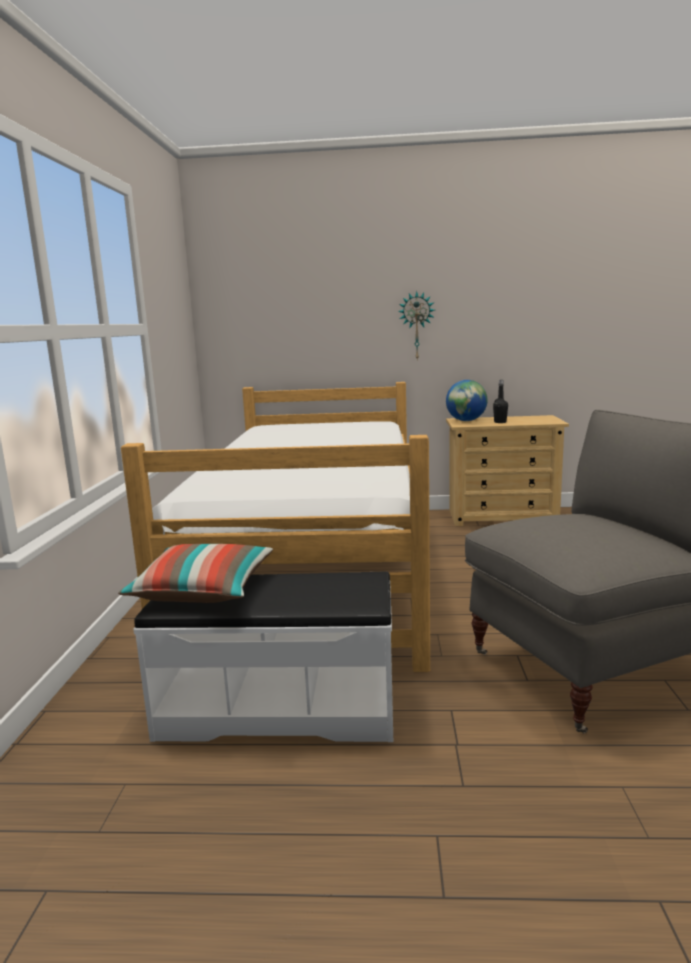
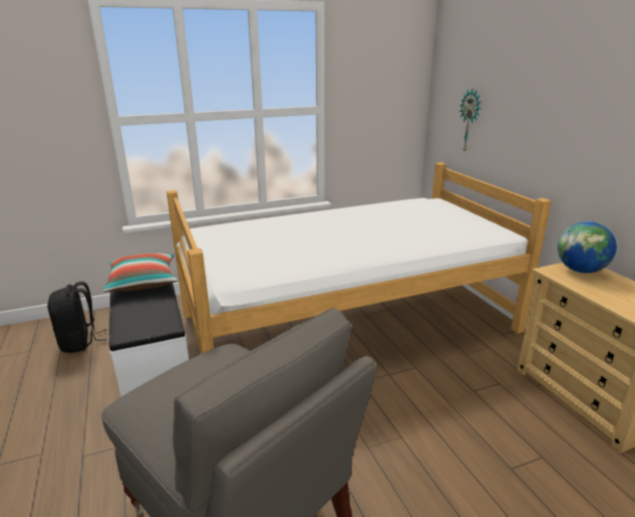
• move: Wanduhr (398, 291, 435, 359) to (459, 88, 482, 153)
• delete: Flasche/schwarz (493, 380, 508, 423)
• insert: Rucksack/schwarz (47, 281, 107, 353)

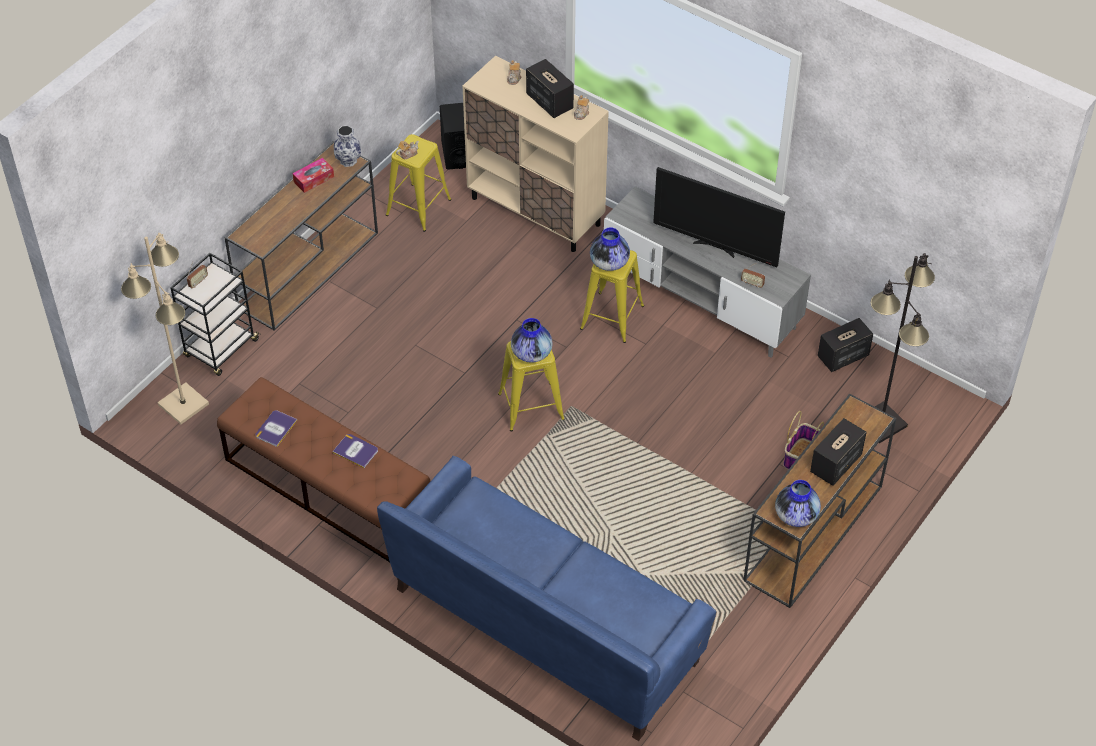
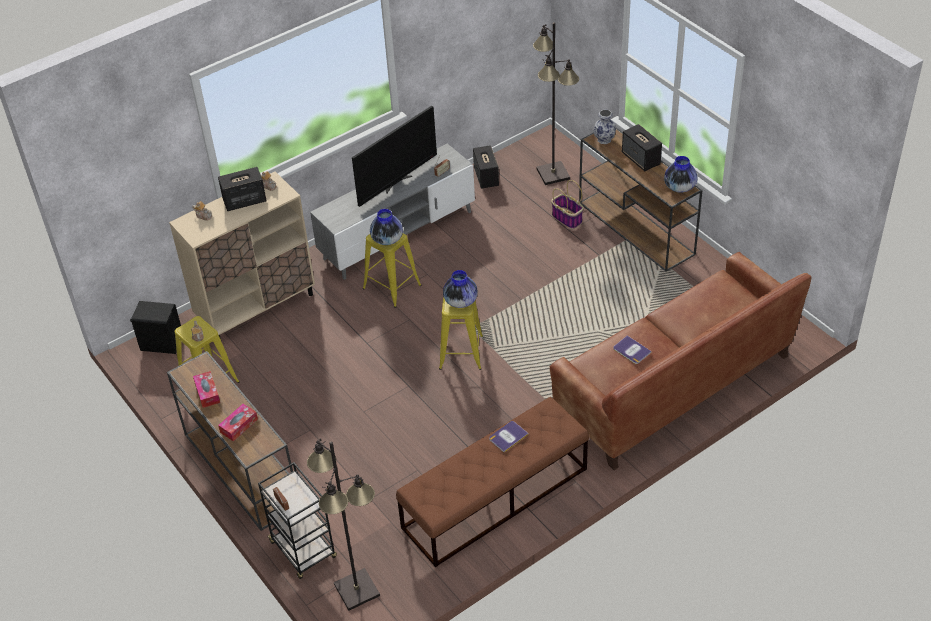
• move: Vase (334, 126, 361, 167) to (593, 110, 616, 144)
• recolor: Stehlampe/beige (121, 233, 209, 424) to Stehlampe/schwarz (307, 439, 380, 611)
• move: Buch (255, 410, 297, 447) to (613, 336, 651, 364)
• recolor: Sofa/blau (377, 456, 716, 741) to Sofa/braun (550, 252, 812, 470)
• insert: Taschentuchbox (218, 404, 258, 441)

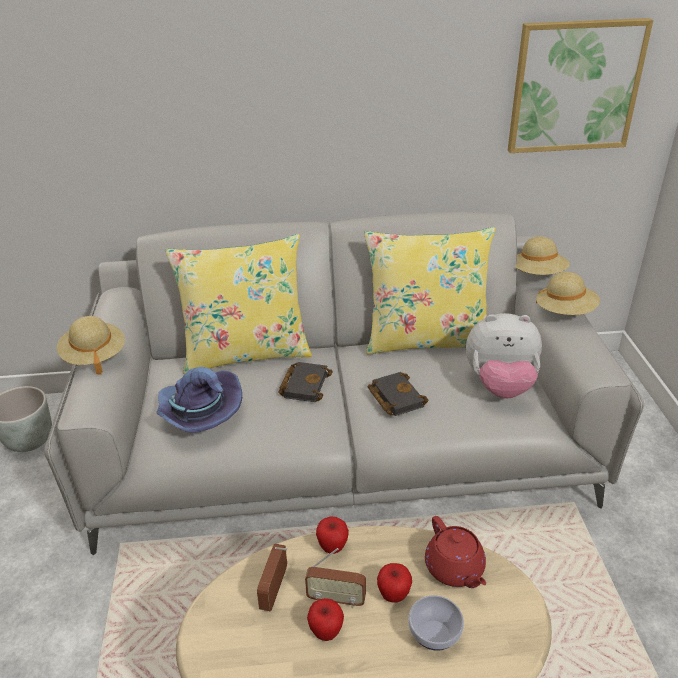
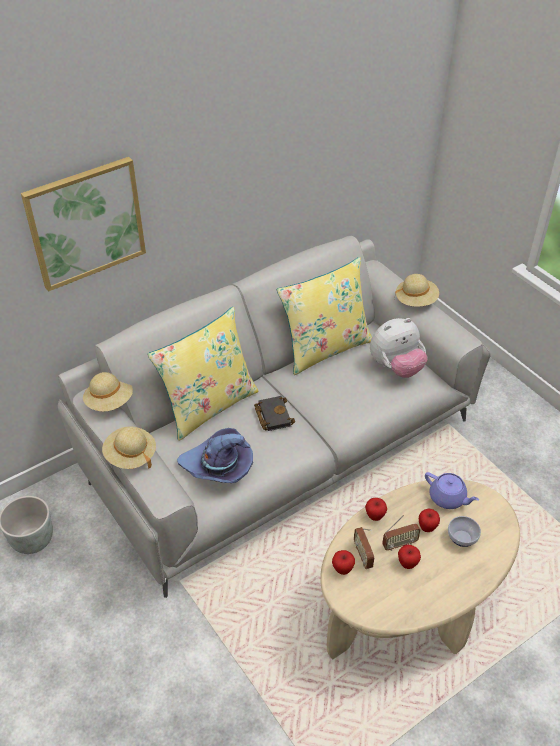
• move: Bild (508, 18, 653, 153) to (21, 157, 146, 292)
• move: Hut/beige (515, 237, 570, 275) to (83, 372, 133, 412)
• delete: Buch/schwarz (368, 372, 429, 416)
• recolor: Teekanne/rot (425, 516, 486, 588) to Teekanne/lila (425, 472, 479, 509)
• insert: Apfel (332, 550, 355, 575)

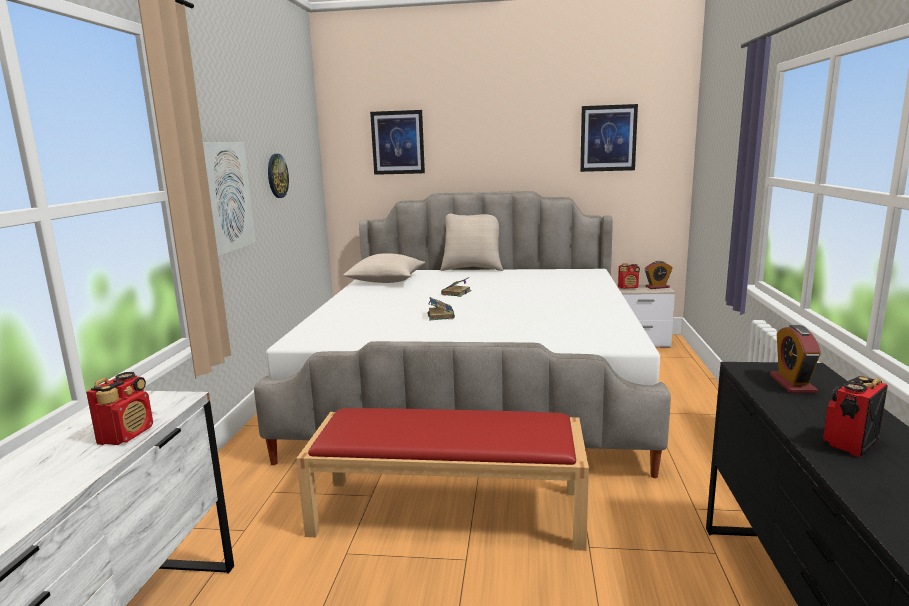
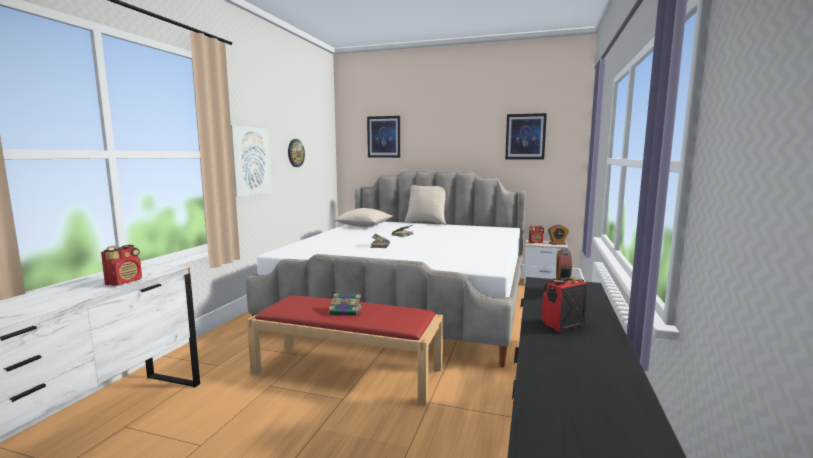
• insert: Buch (329, 293, 362, 316)

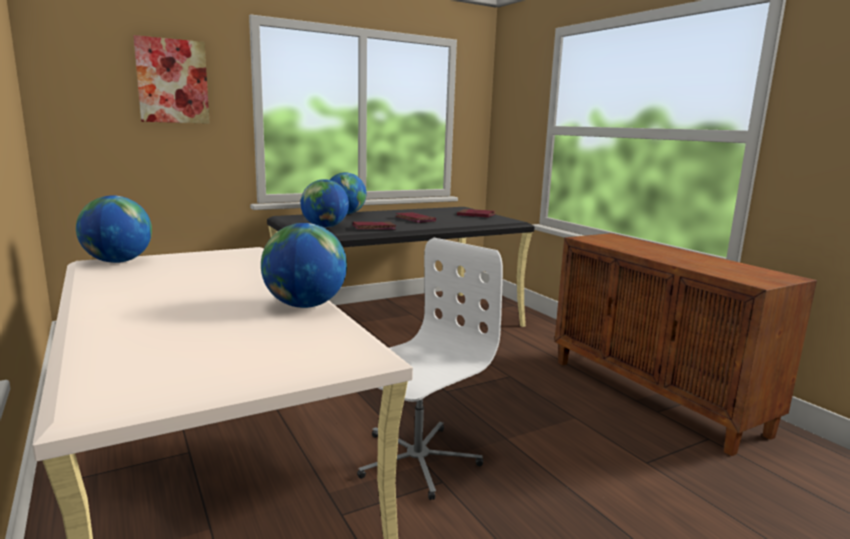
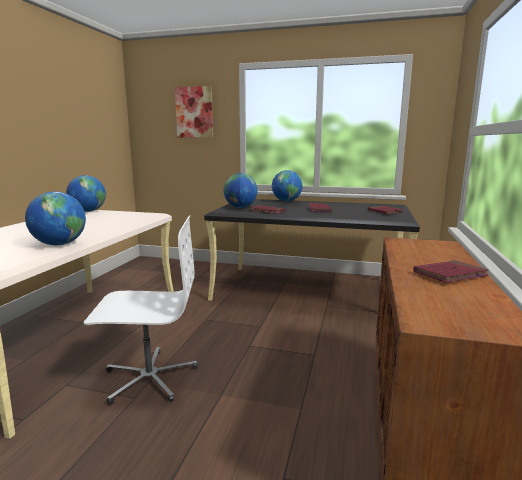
• insert: Buch/rot (413, 260, 489, 283)

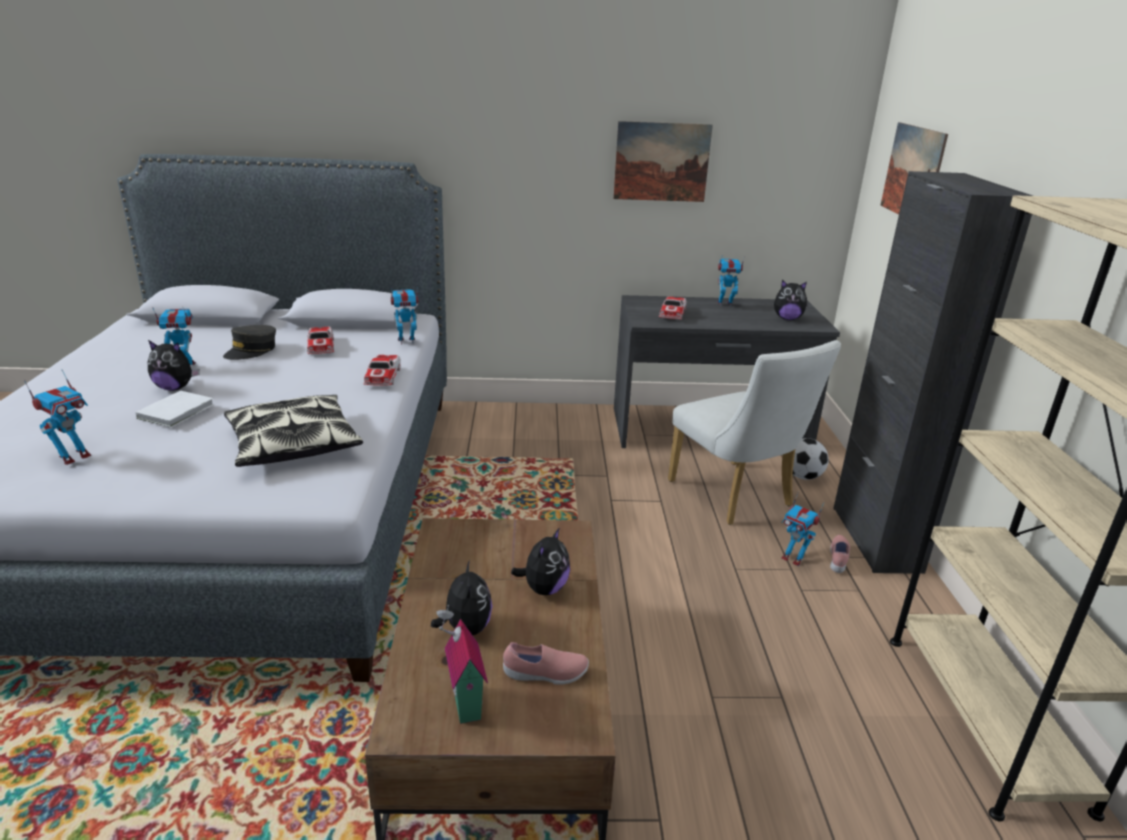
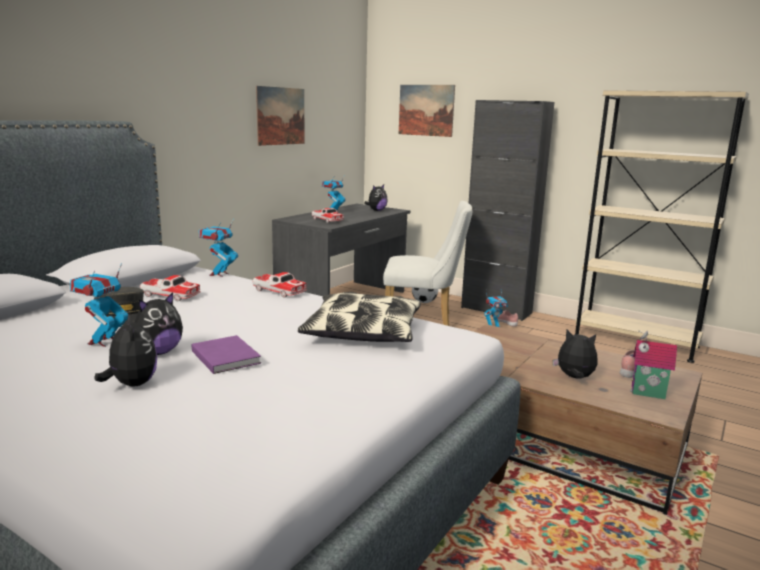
• delete: Spielzeugroboter (24, 369, 91, 465)
• recolor: Buch/weiß (135, 391, 214, 427) to Buch/lila (192, 335, 261, 374)
• move: Plüschtier (511, 527, 570, 595) to (95, 314, 157, 387)

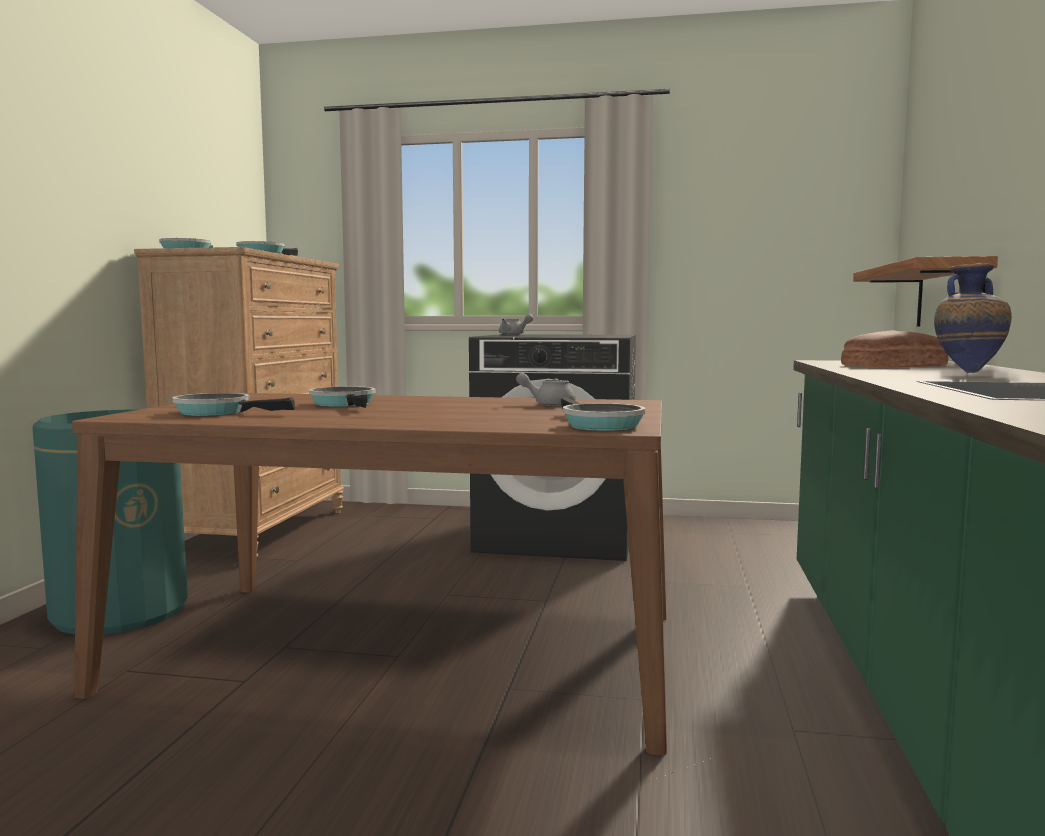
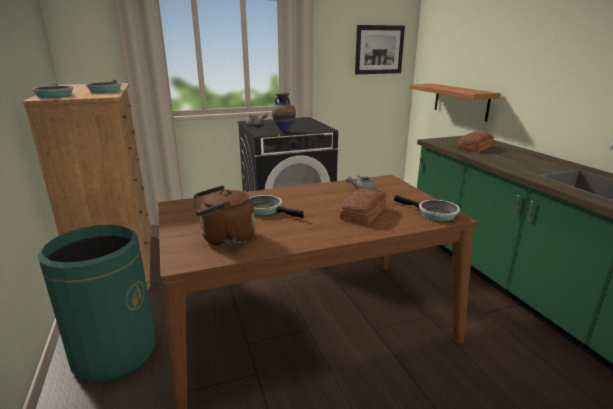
• move: Vase (934, 263, 1012, 373) to (272, 93, 296, 133)
• replace: Pfanne (172, 393, 295, 416) to Wasserkessel/braun (194, 186, 255, 247)
• insert: Bild (355, 25, 405, 74)
• insert: Brot (340, 189, 386, 225)

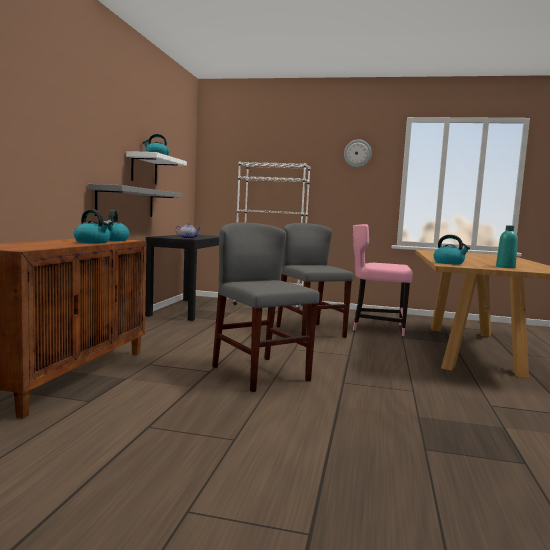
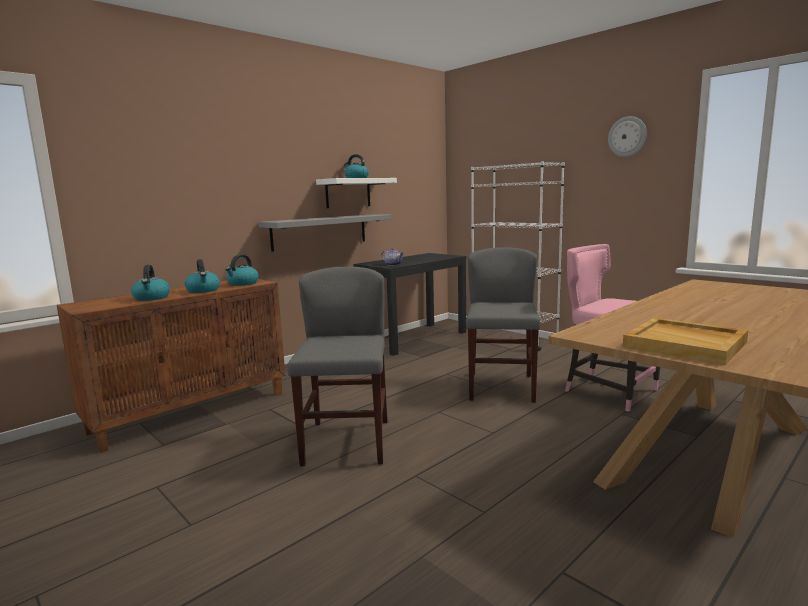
• replace: Flasche/türkis (496, 225, 518, 268) to Tablett/beige (623, 317, 748, 365)
• move: Wasserkessel (434, 235, 470, 265) to (131, 265, 170, 301)

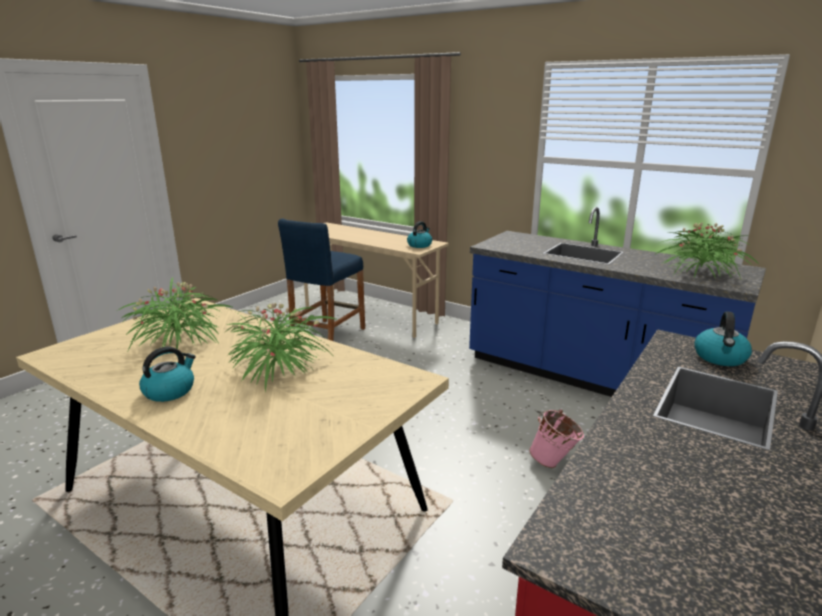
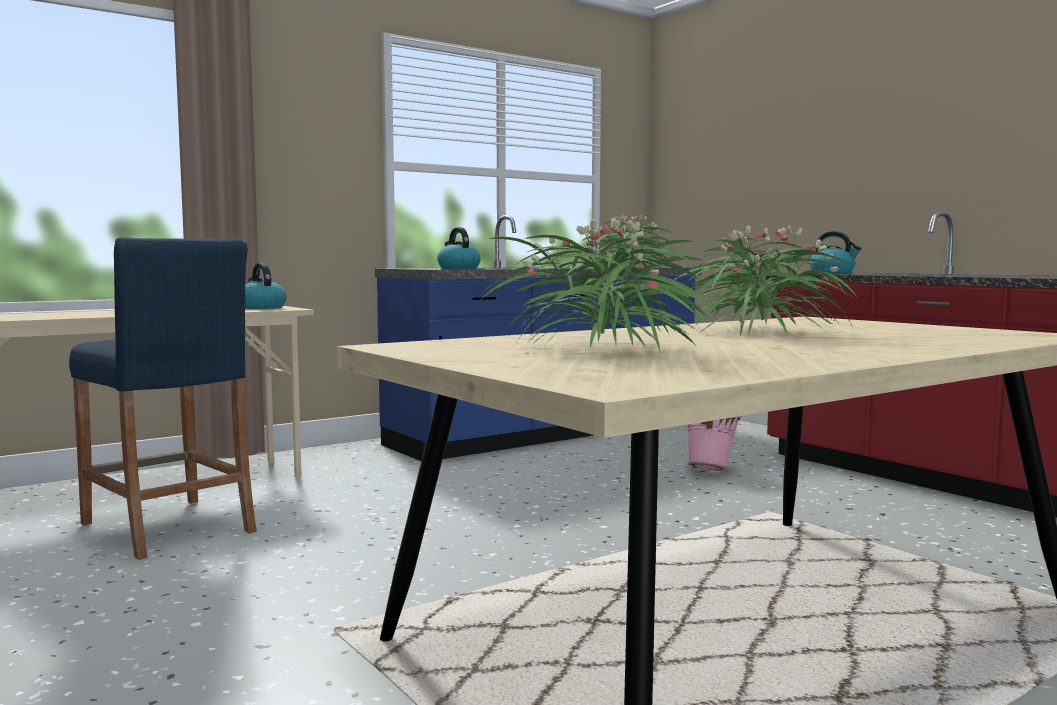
• move: Wasserkessel (139, 347, 196, 402) to (437, 227, 481, 269)

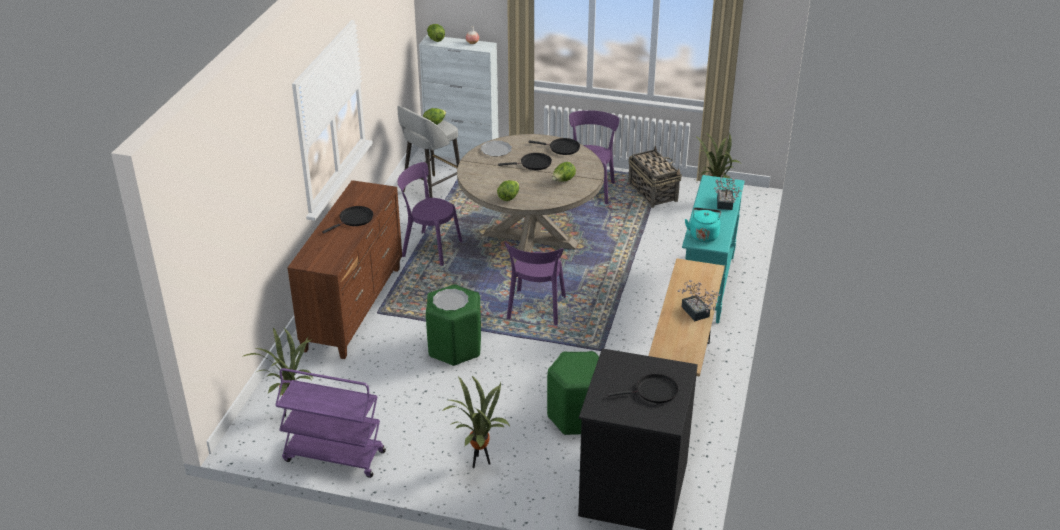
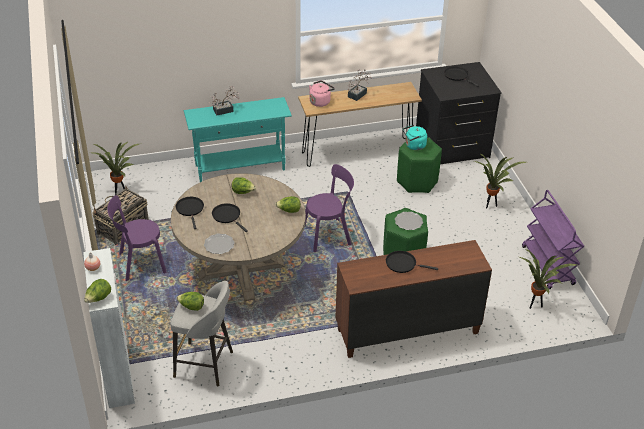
• delete: Stuhl/lila (397, 162, 462, 266)
• move: Wasserkessel/türkis (685, 207, 721, 242) to (403, 125, 427, 150)
• insert: Wasserkessel/rosa (309, 81, 335, 107)

